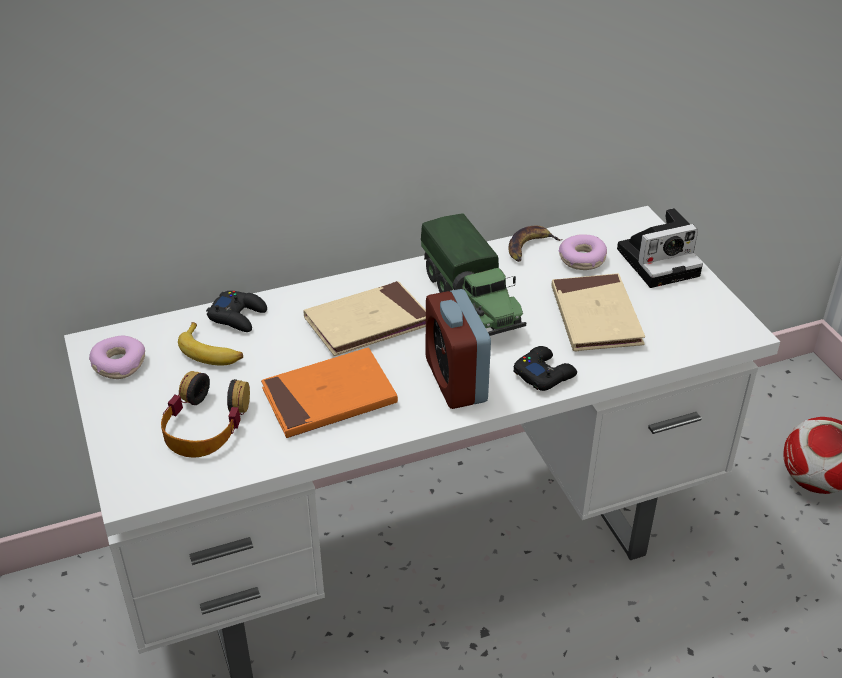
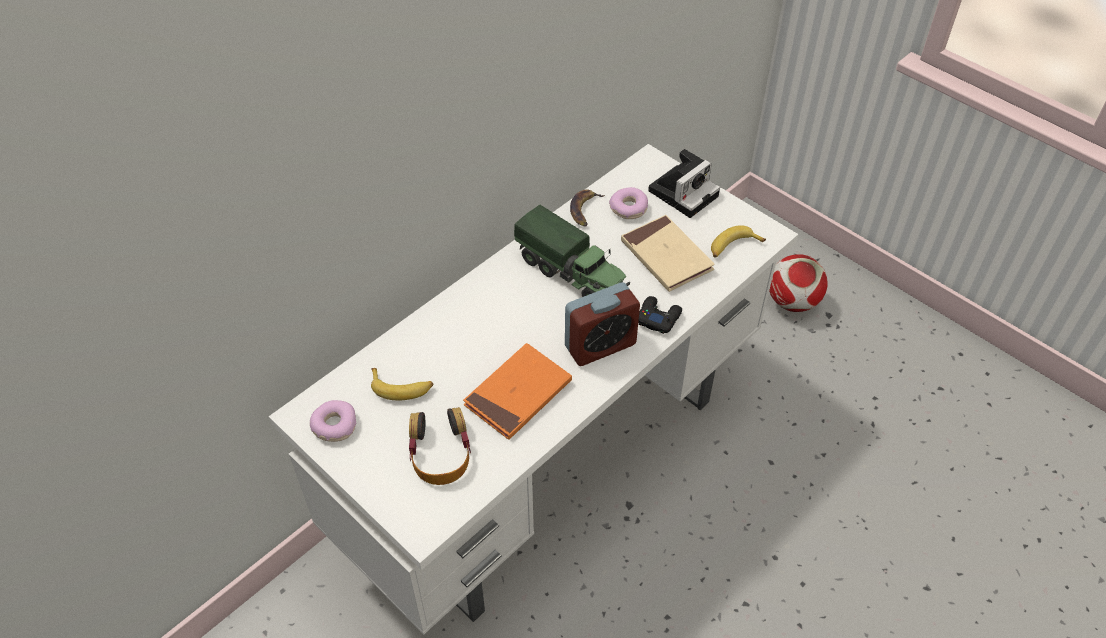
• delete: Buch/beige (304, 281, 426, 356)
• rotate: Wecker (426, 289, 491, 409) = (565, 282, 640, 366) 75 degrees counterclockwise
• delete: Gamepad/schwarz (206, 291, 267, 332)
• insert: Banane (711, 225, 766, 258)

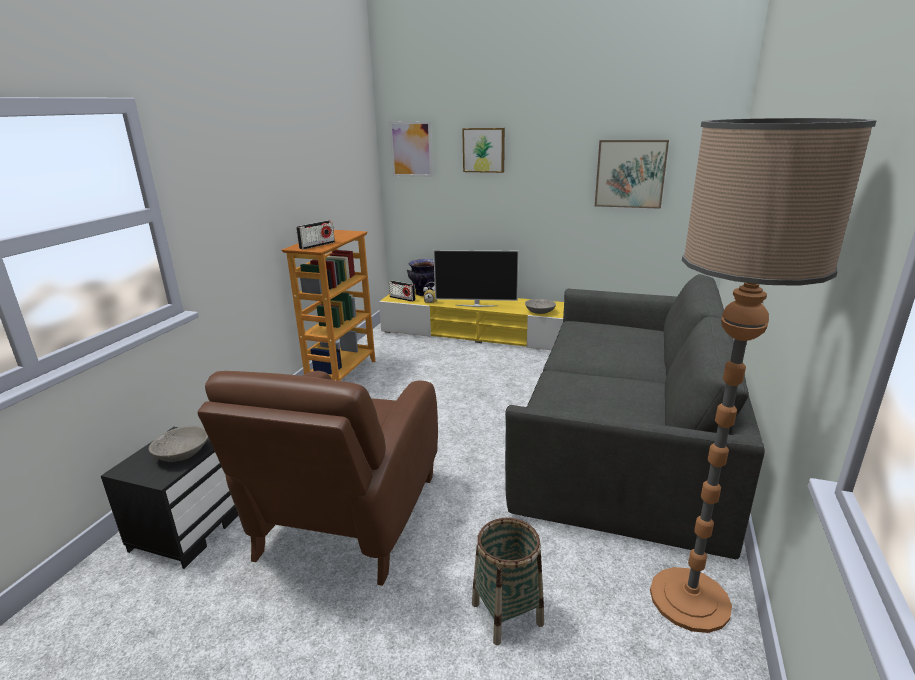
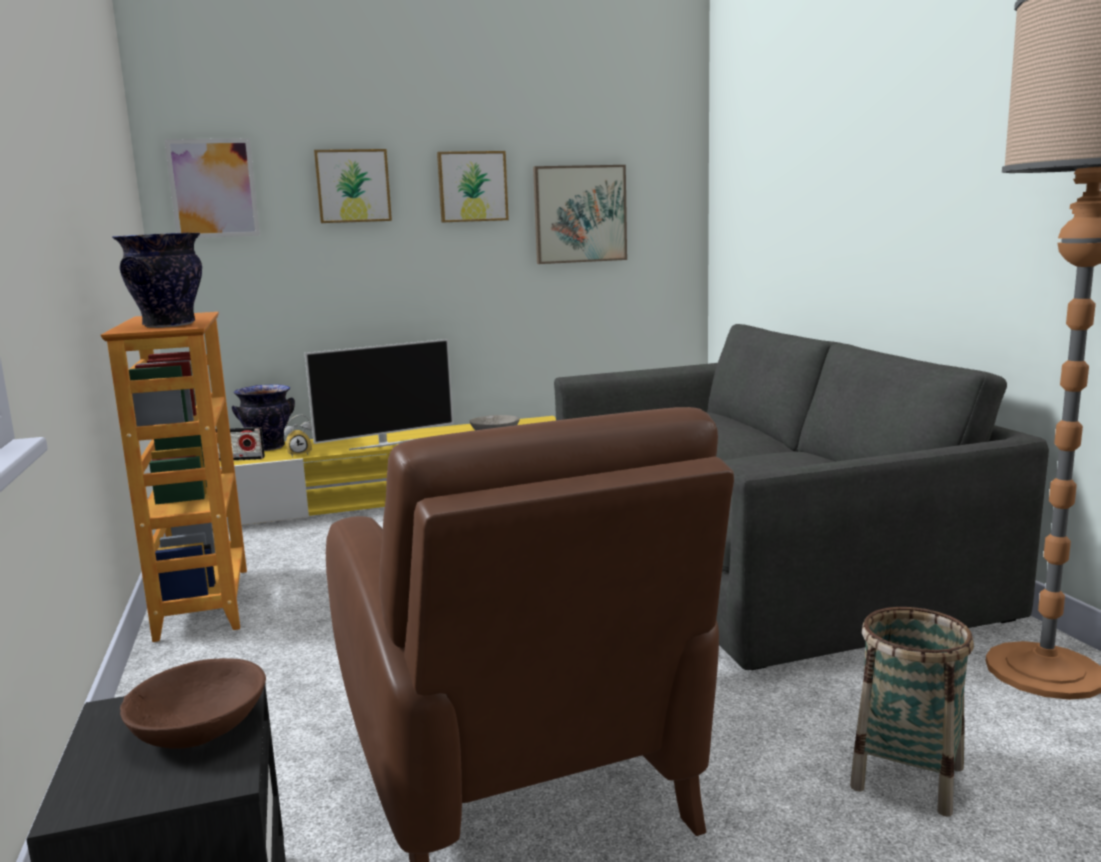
• replace: Radio (296, 220, 335, 250) to Vase (112, 232, 202, 328)
• recolor: Schüssel/grau (149, 425, 208, 462) to Schüssel/braun (120, 658, 266, 748)
• insert: Bild (437, 151, 509, 223)

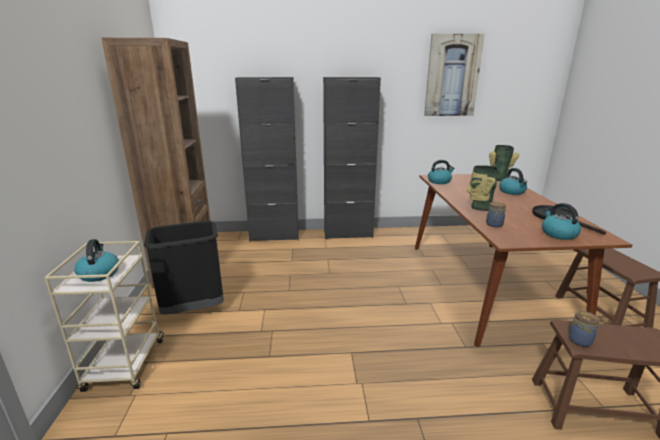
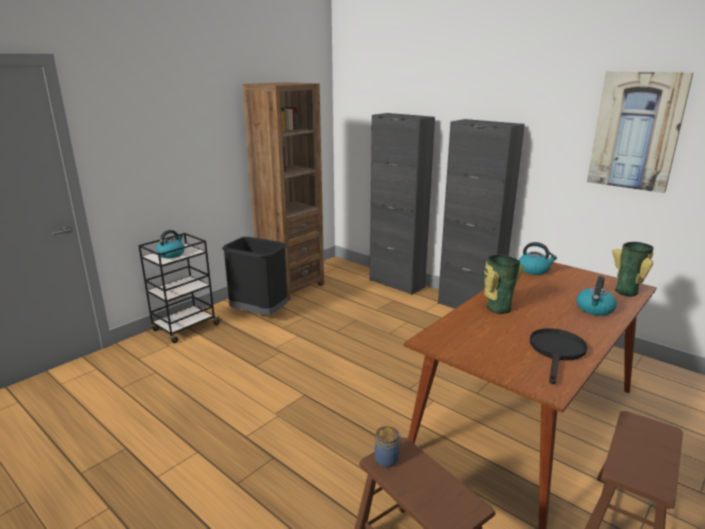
• delete: Vorratsglas (486, 202, 506, 227)
• delete: Wasserkessel (542, 203, 581, 240)
• recolor: Rollwagen/beige (44, 241, 164, 392) to Rollwagen/schwarz (138, 233, 222, 343)

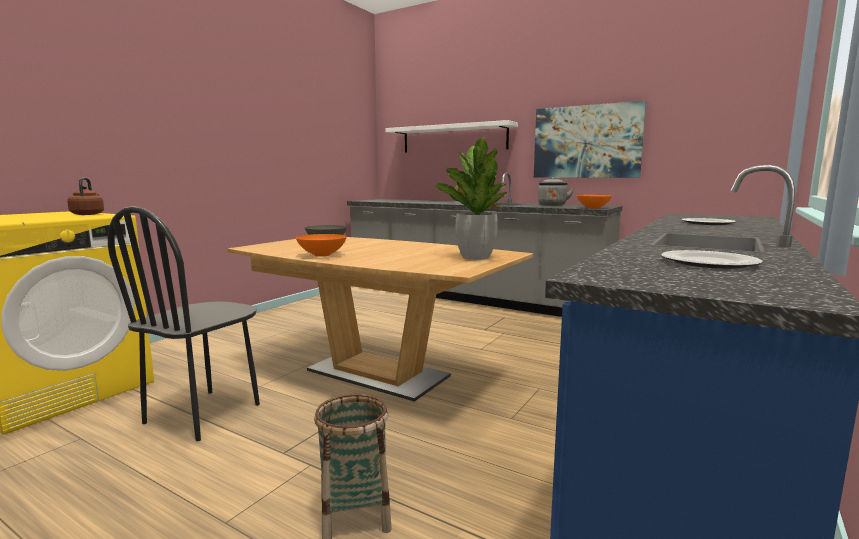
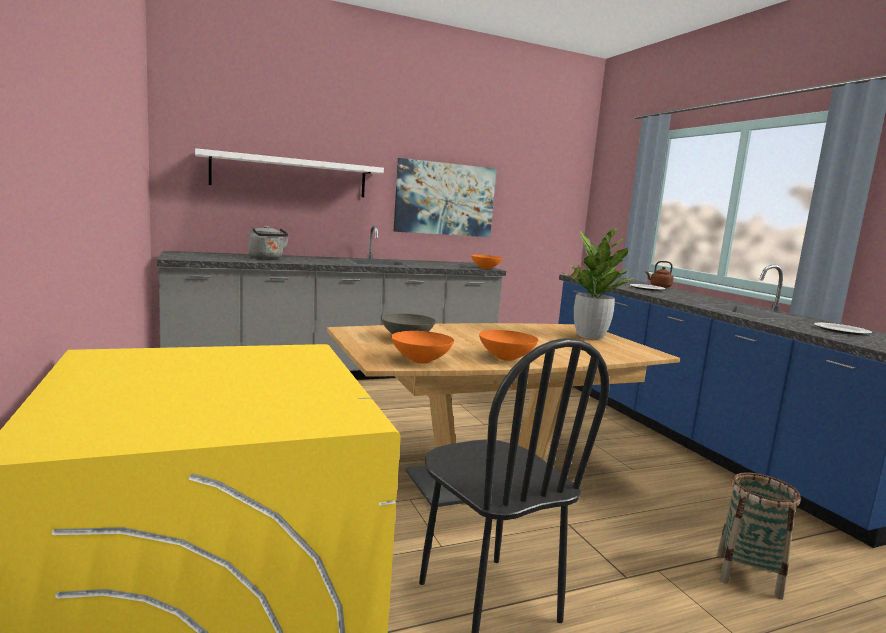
• move: Wasserkessel/braun (67, 177, 104, 215) to (645, 261, 674, 288)
• move: Wasserkessel/grau (538, 177, 574, 206) to (249, 225, 289, 259)
• insert: Schüssel/orange (391, 331, 454, 364)

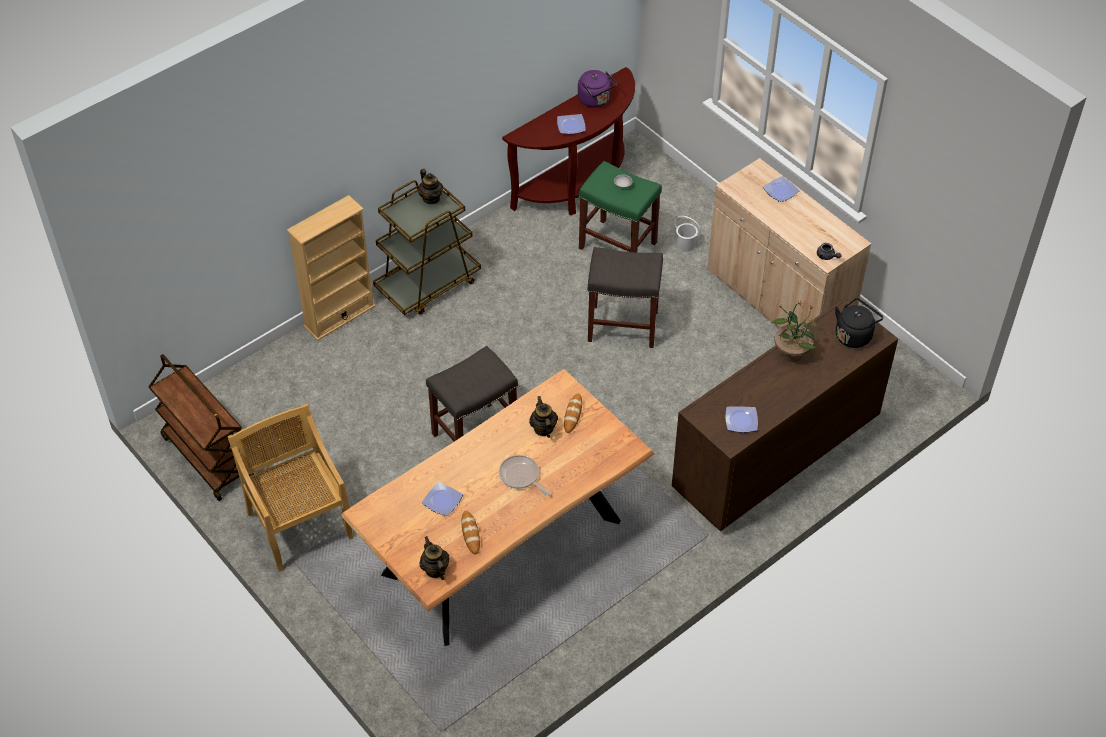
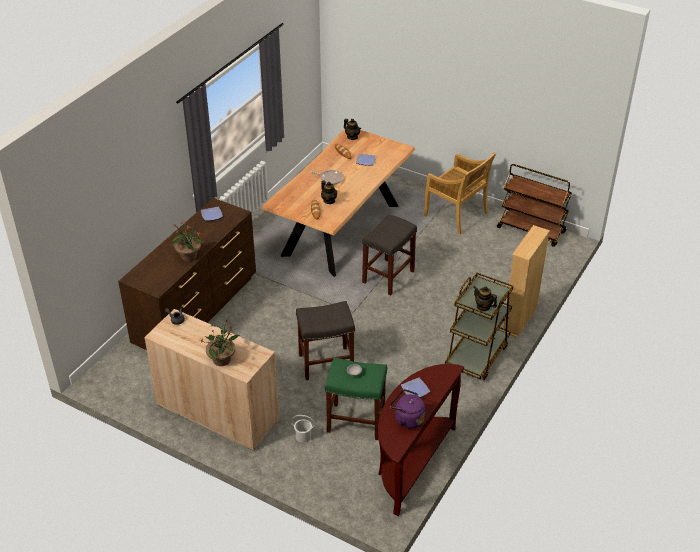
• replace: Teller (763, 176, 800, 202) to Topfpflanze (200, 319, 241, 366)
• delete: Wasserkessel/schwarz (835, 298, 883, 348)

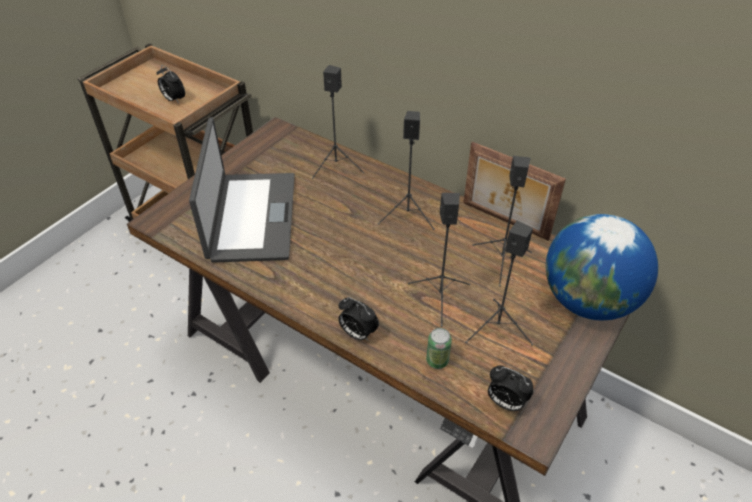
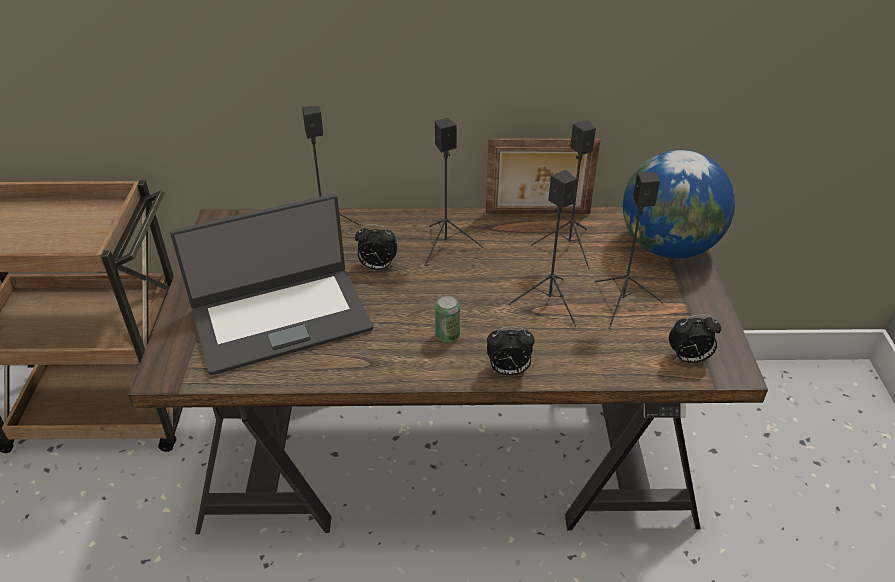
• move: Wecker (156, 65, 185, 104) to (355, 224, 398, 270)
• rotate: Laptop (189, 117, 295, 262) = (170, 194, 373, 375) 105 degrees clockwise
• move: Dose (426, 328, 452, 369) to (435, 295, 460, 342)

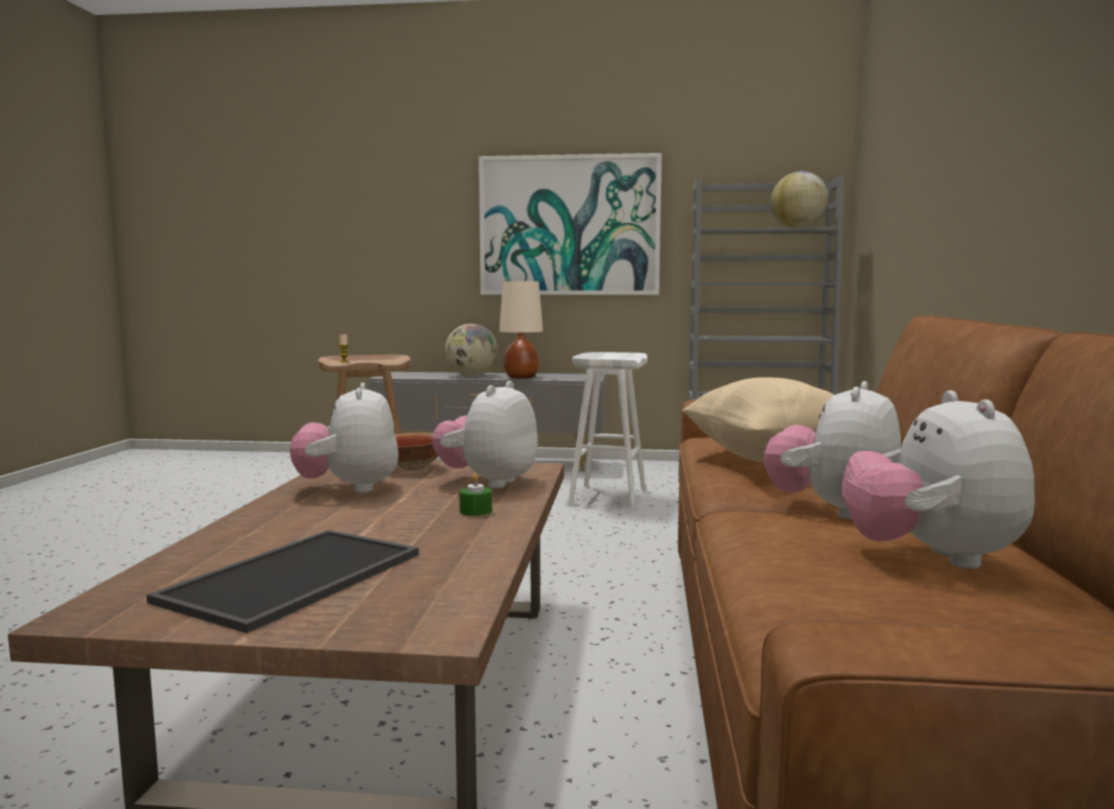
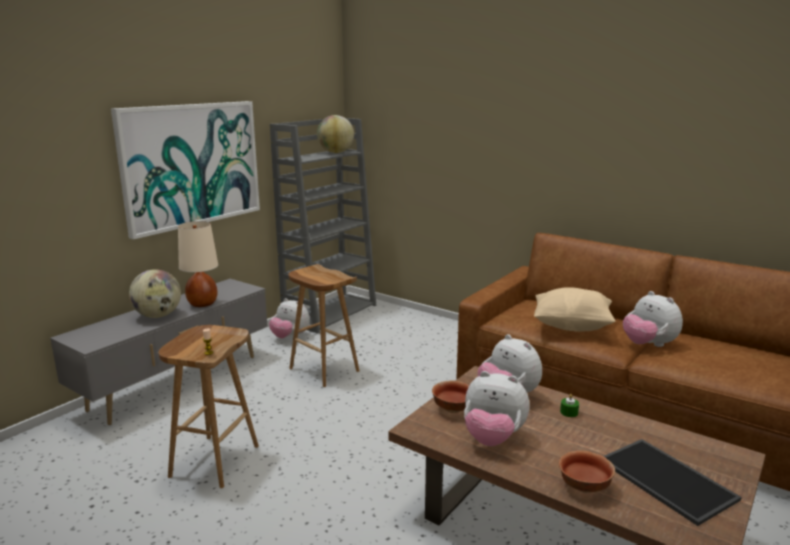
• recolor: Hocker/weiß (568, 352, 647, 510) to Hocker/braun (289, 264, 359, 387)
• move: Plüschtier (841, 391, 1035, 569) to (269, 298, 310, 338)
• insert: Schüssel (559, 450, 615, 493)

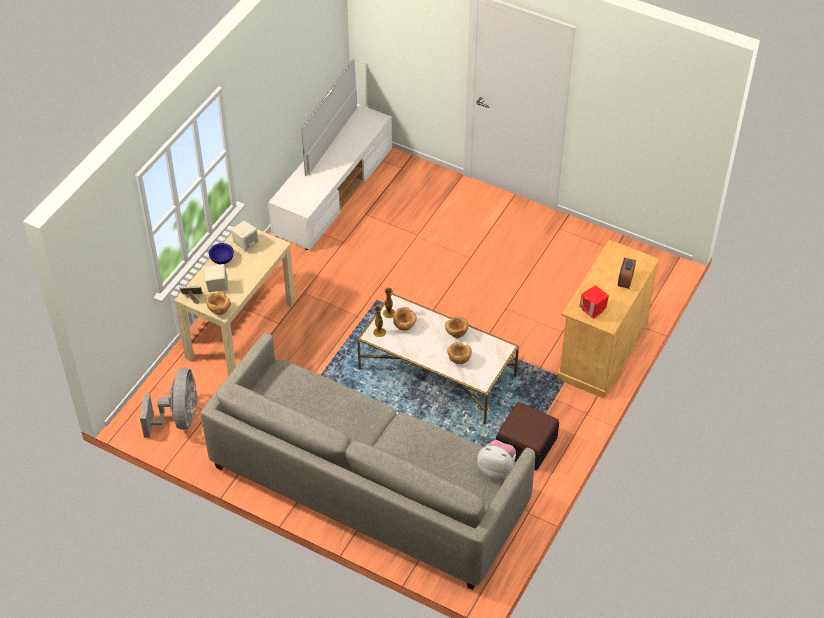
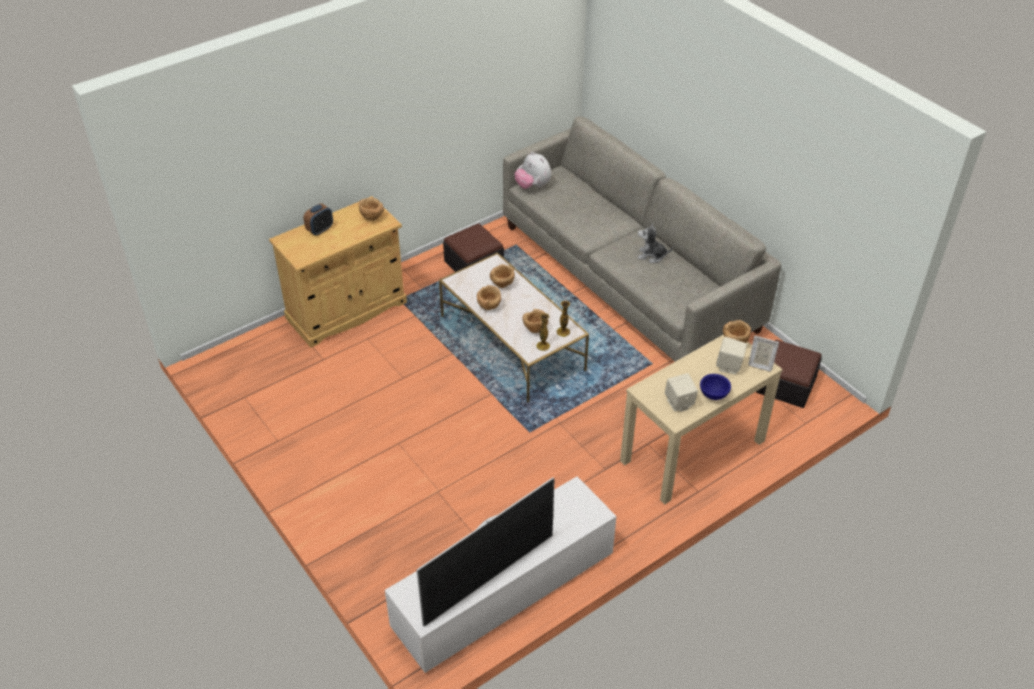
• replace: Lautsprecher/rot (579, 285, 609, 319) to Schüssel/braun (359, 198, 384, 221)
• replace: Ventilator/grau (140, 368, 197, 438) to Polsterhocker (756, 340, 822, 408)
• insert: Plüschtier (638, 223, 673, 263)

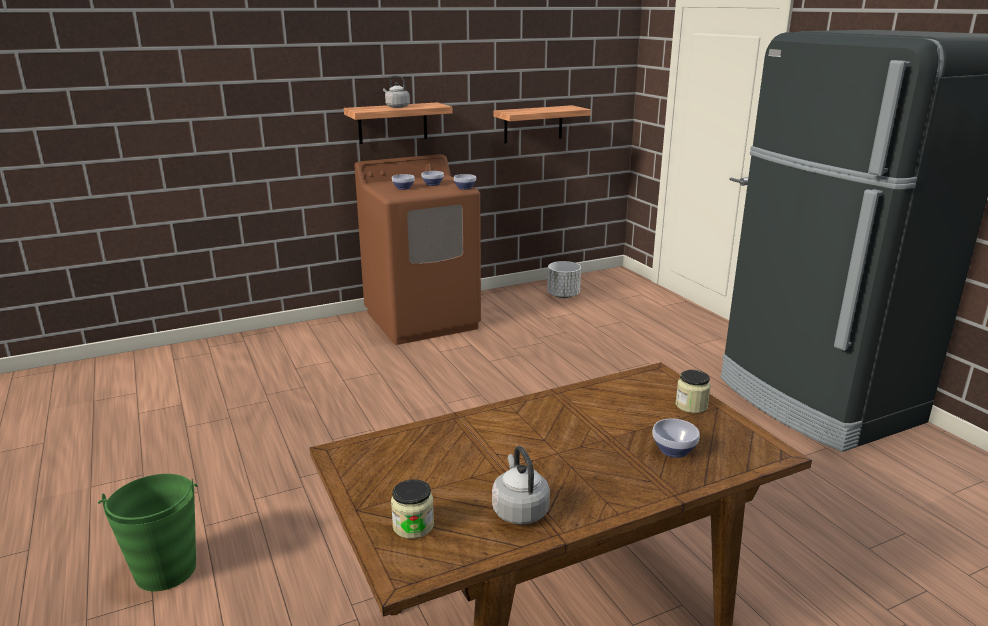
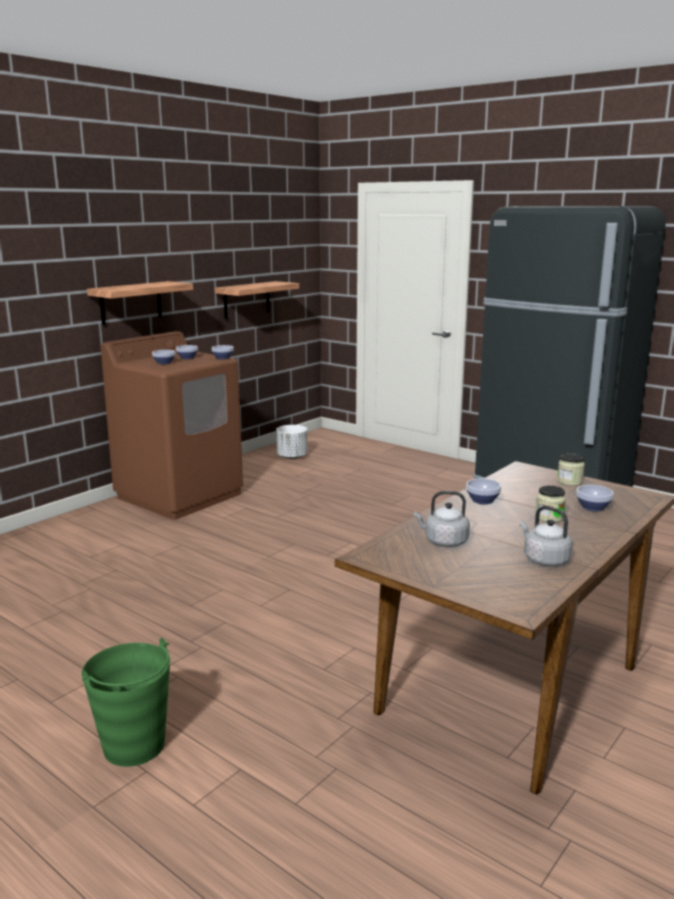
• move: Wasserkessel/grau (383, 75, 410, 108) to (414, 491, 470, 547)
• move: Vorratsglas (391, 480, 434, 539) to (535, 485, 566, 523)
• insert: Schüssel (466, 478, 501, 504)

